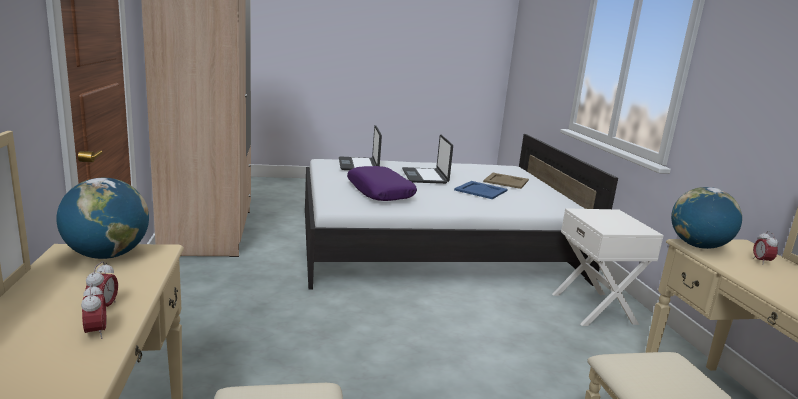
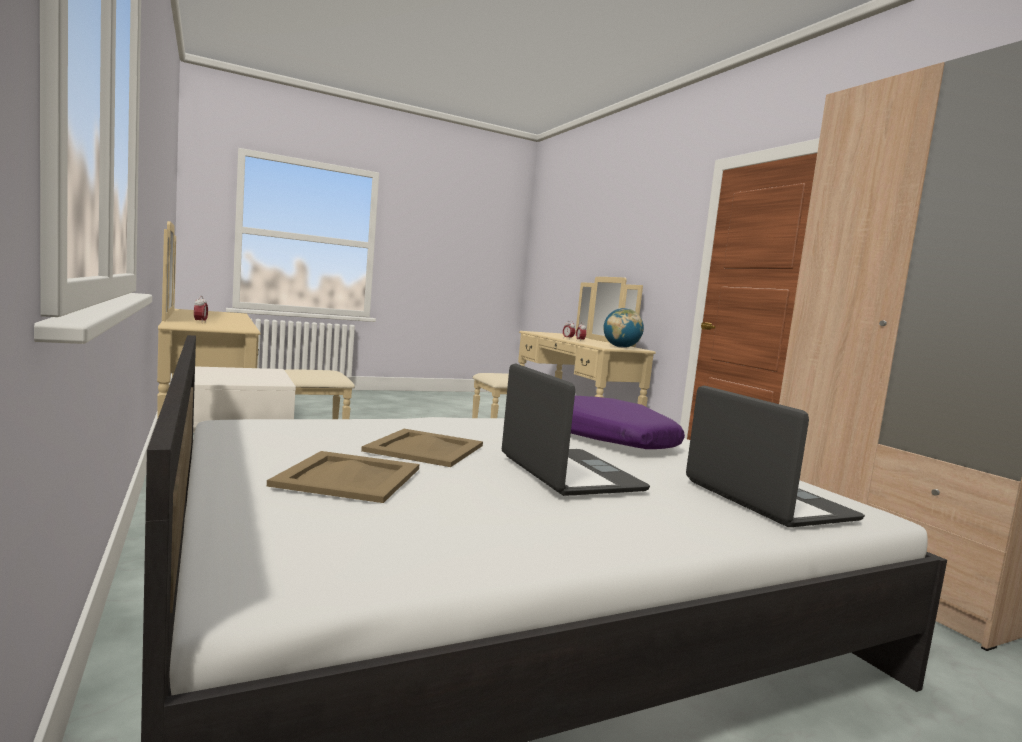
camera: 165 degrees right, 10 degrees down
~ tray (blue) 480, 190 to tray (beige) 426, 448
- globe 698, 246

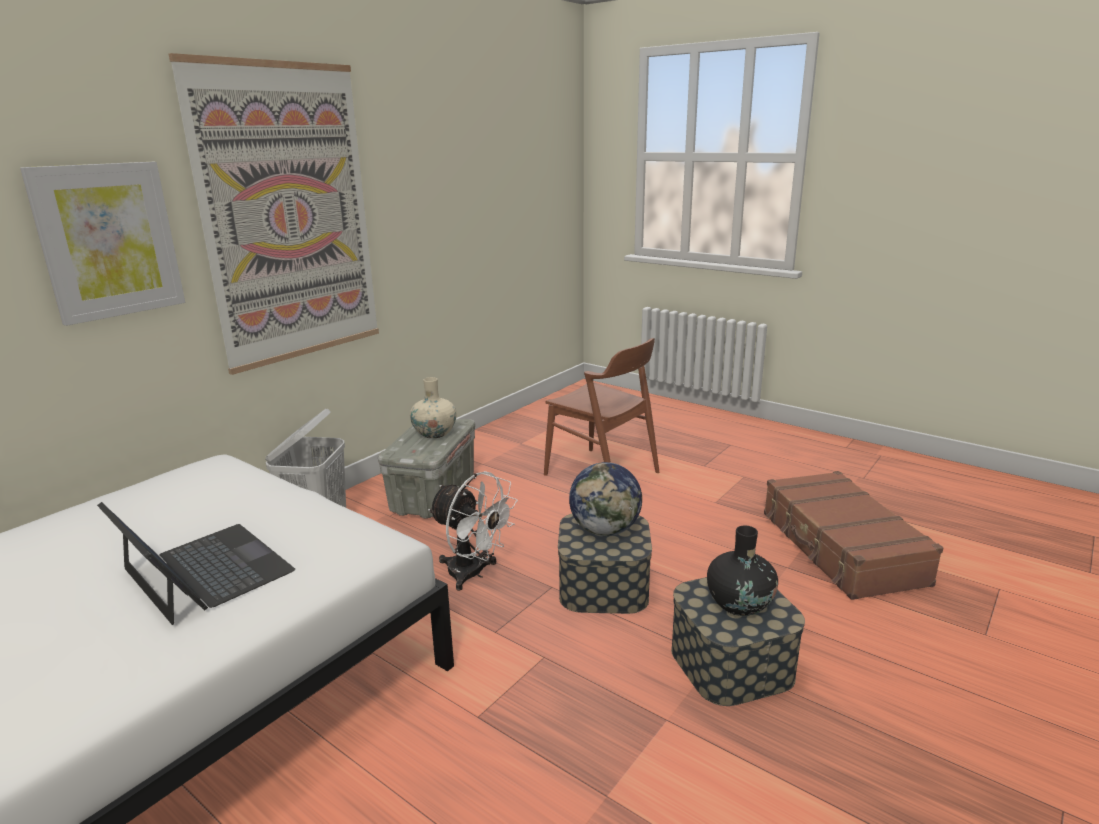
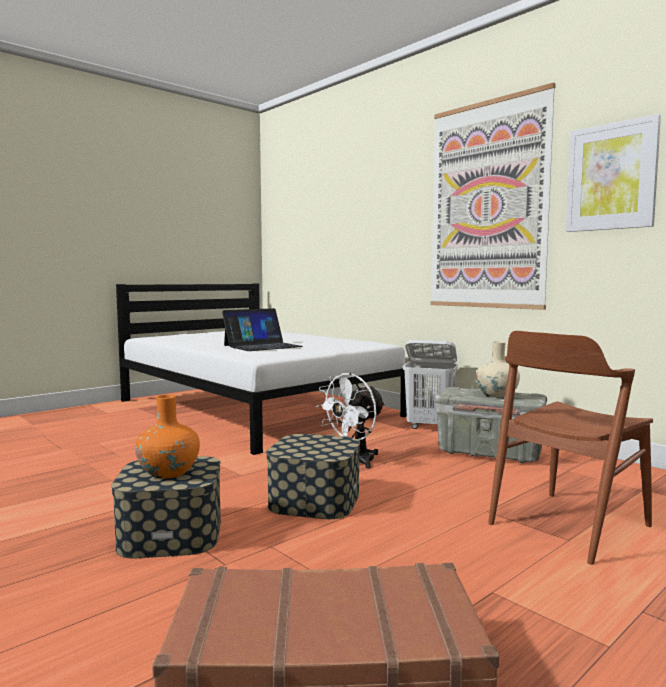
camera: 100 degrees right, 15 degrees down
~ picture 108, 241 to 611, 177
- globe 605, 530
~ vase (black) 739, 604 to vase (orange) 169, 472

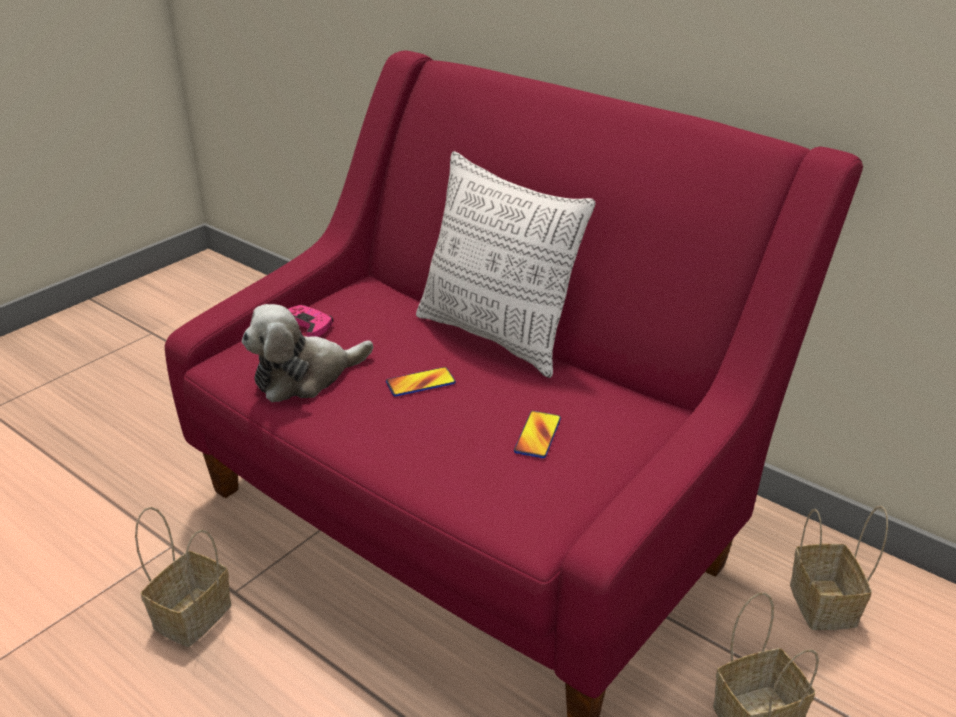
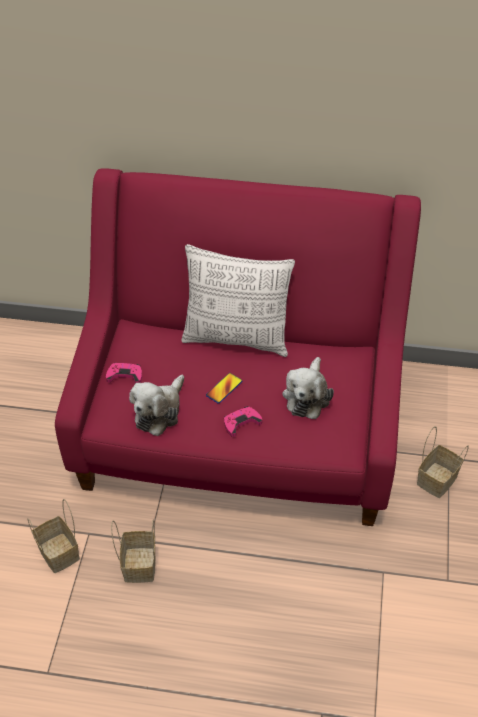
camera: 30 degrees left, 15 degrees up
~ phone 537, 435 to plush toy 307, 396
~ basket 825, 606 to 60, 553
+ game controller (pink) 241, 422

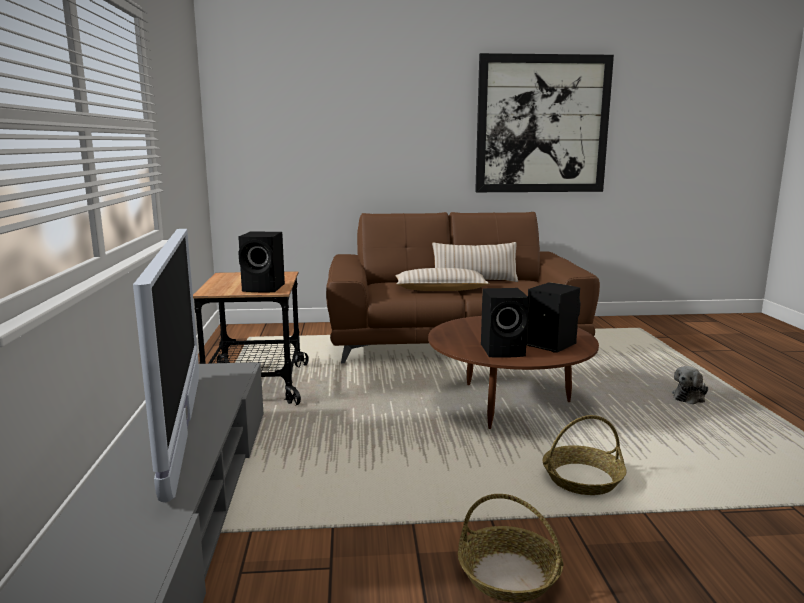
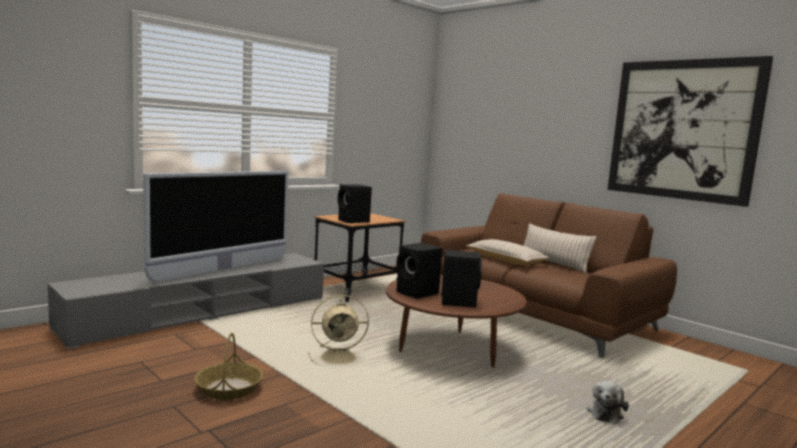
camera: 50 degrees right, 5 degrees down
- basket 582, 479
~ plush toy 690, 397 = 605, 413 75 degrees counterclockwise
+ fan (beige) 340, 357

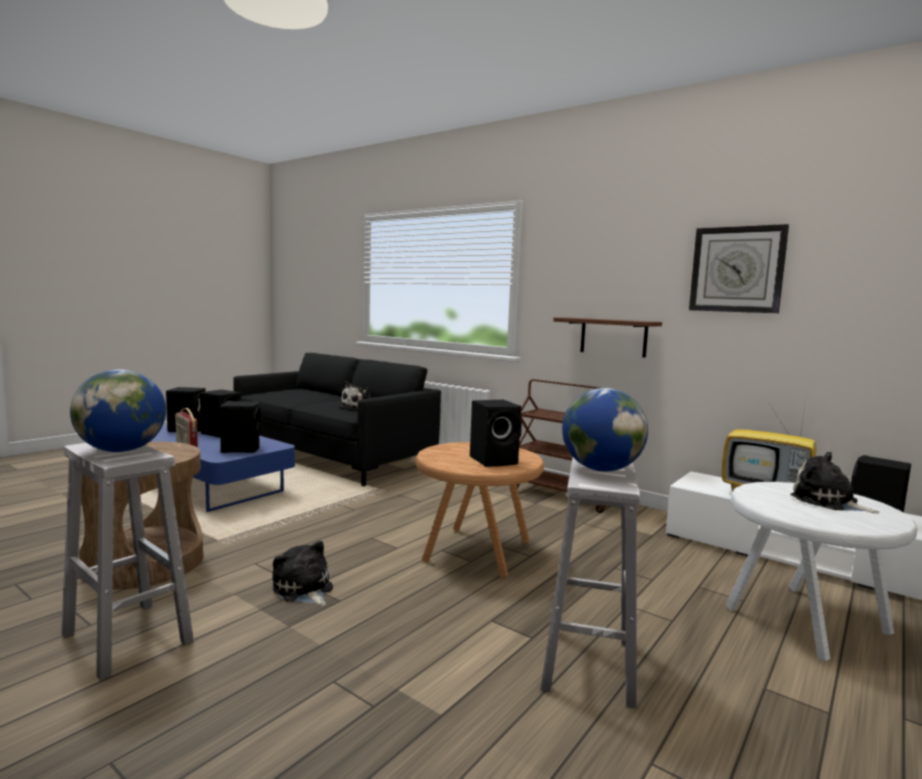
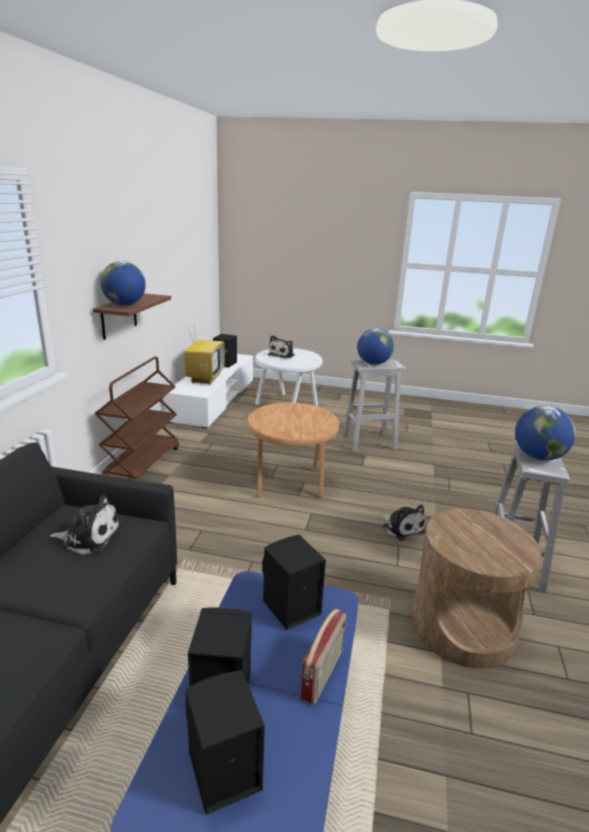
camera: 115 degrees left, 15 degrees up
~ plush toy 303, 590 = 402, 528 60 degrees counterclockwise
- speaker (black) 495, 460
- wall clock 737, 269
+ globe 125, 305

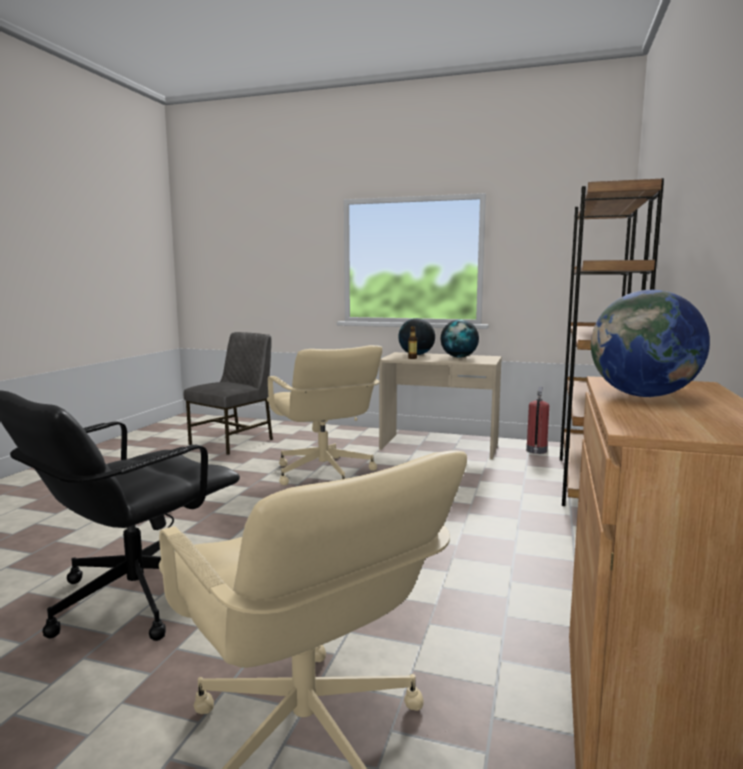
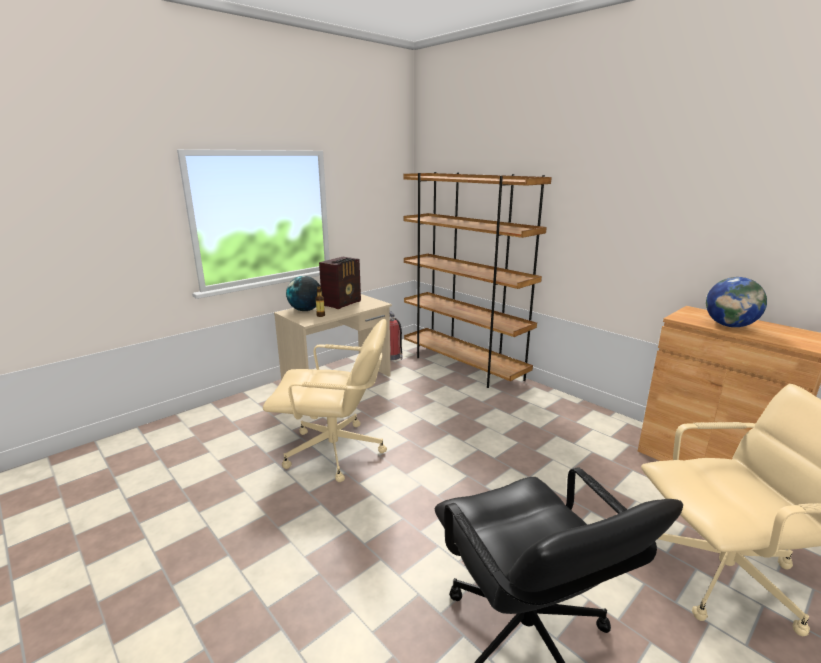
camera: 60 degrees left, 10 degrees up
- chair (grey) 233, 442
~ globe 459, 357 to radio 343, 303

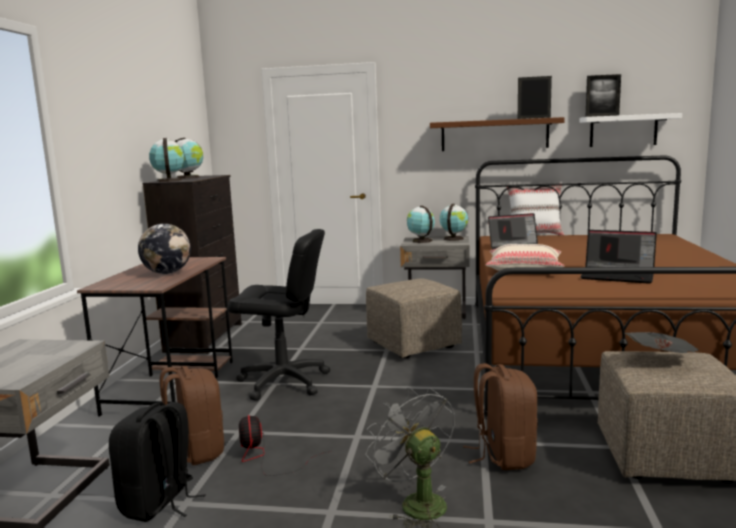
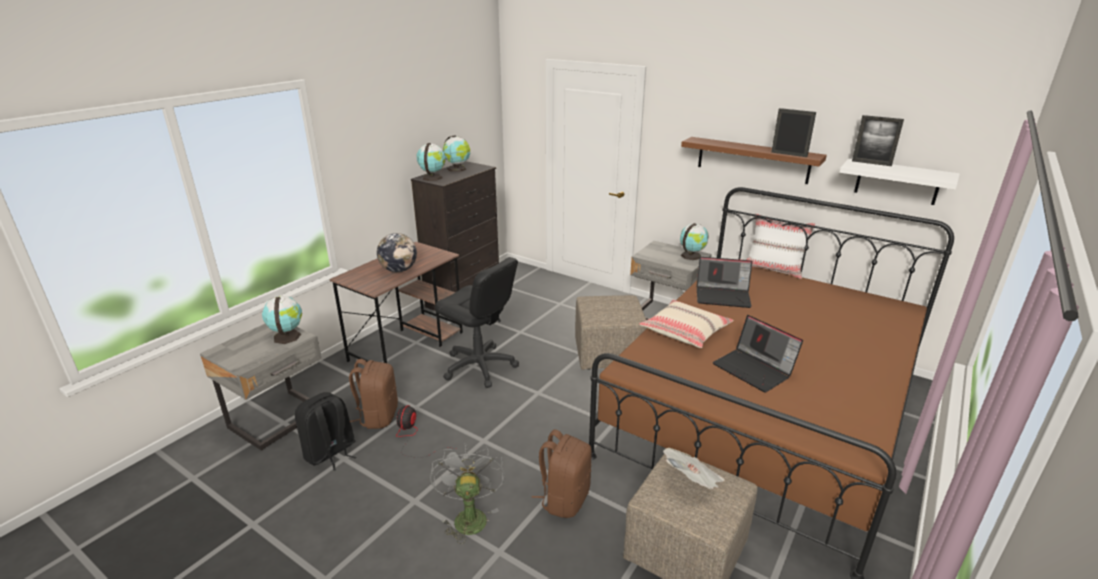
camera: 25 degrees right, 15 degrees up
~ globe 421, 241 to 287, 336

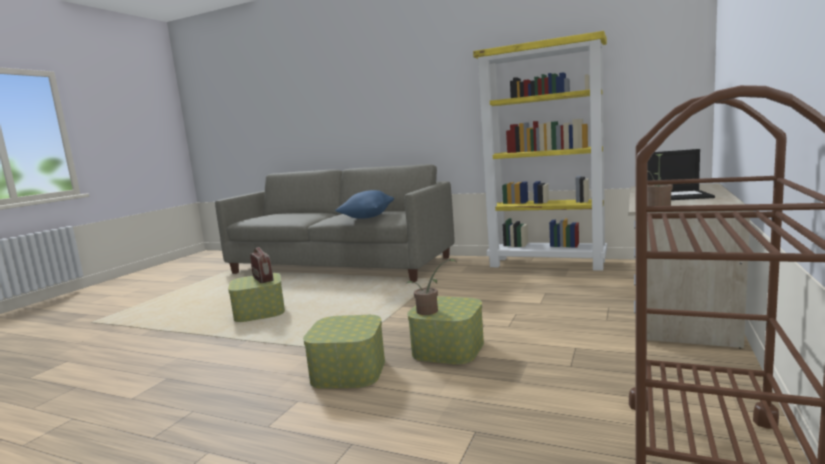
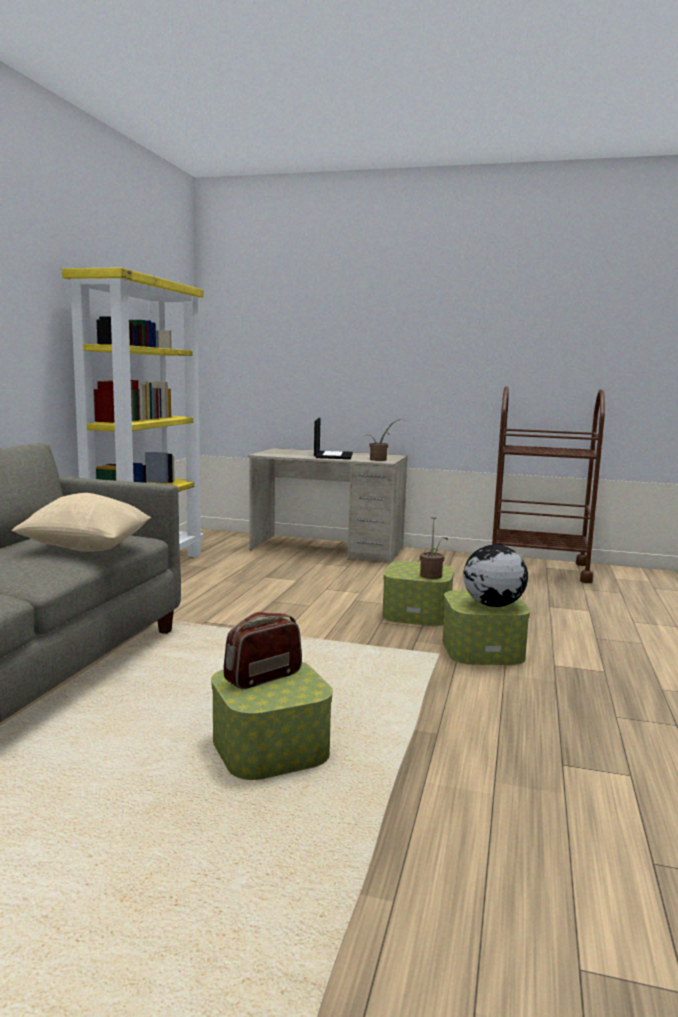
camera: 100 degrees left, 0 degrees up
~ pillow (blue) 367, 217 to pillow (beige) 86, 548
+ globe 492, 605

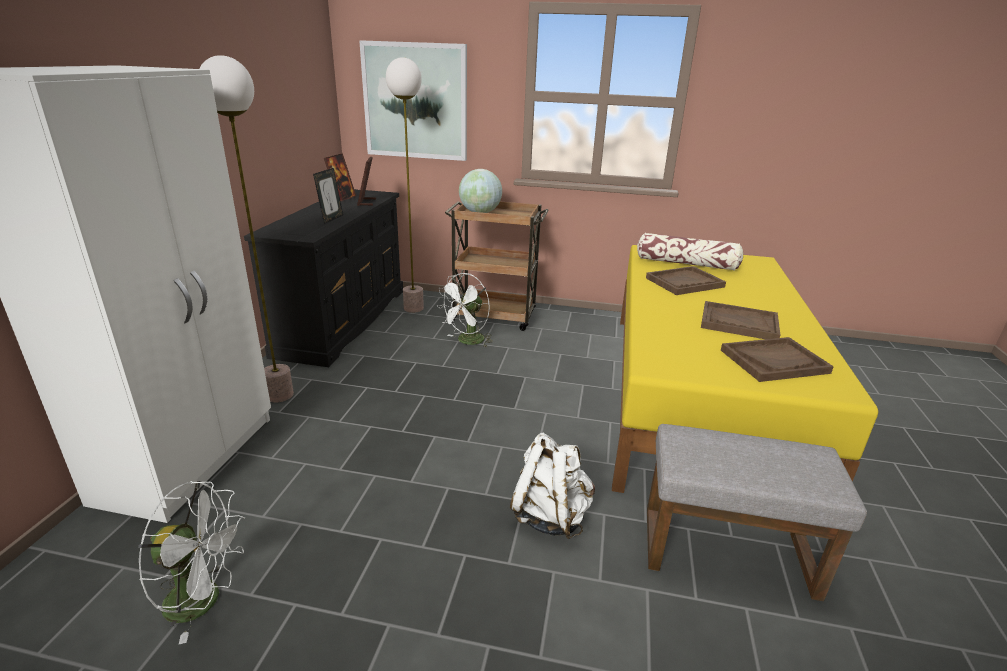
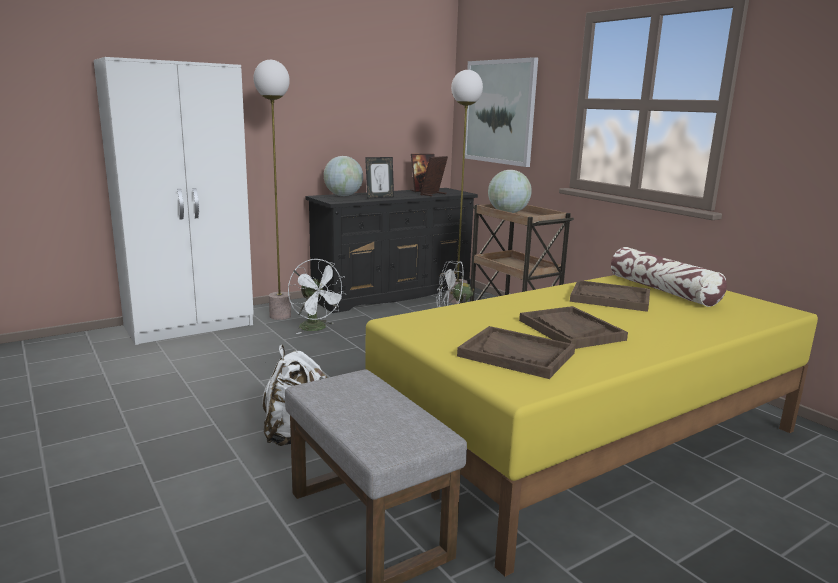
camera: 45 degrees right, 10 degrees down
~ fan (white) 204, 600 to 317, 328
+ globe 343, 195

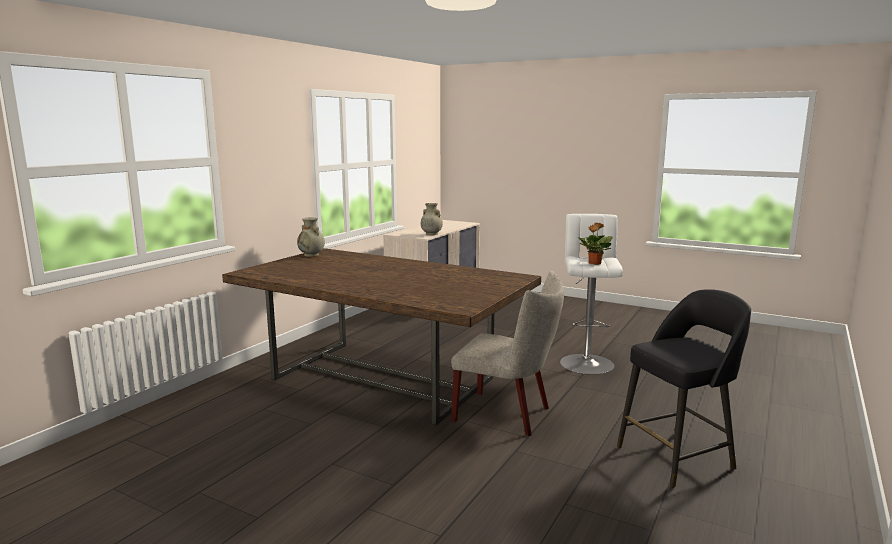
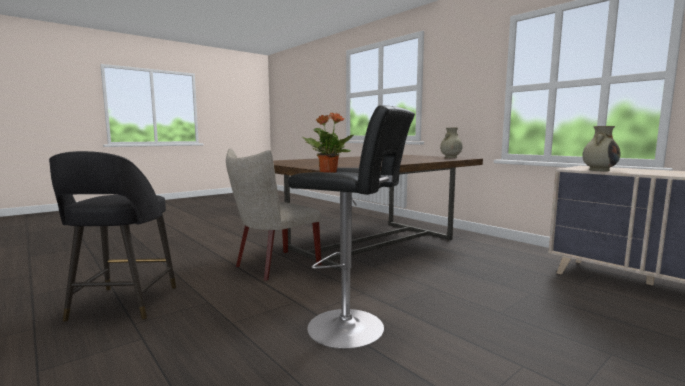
camera: 110 degrees right, 5 degrees down
~ stool (white) 586, 362 to stool (black) 351, 328

